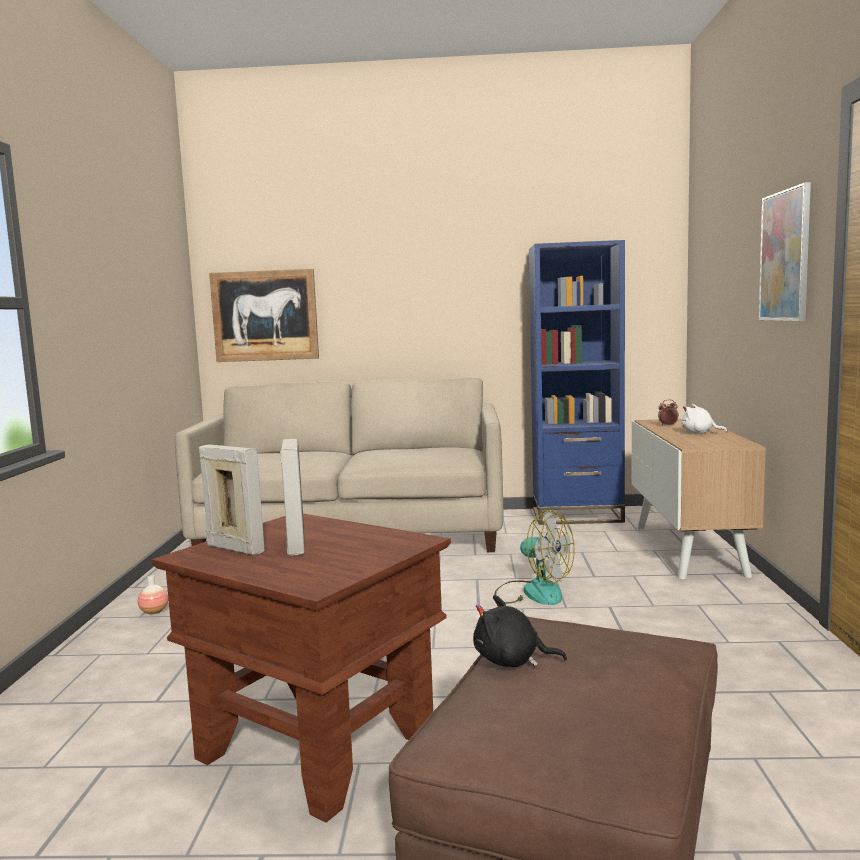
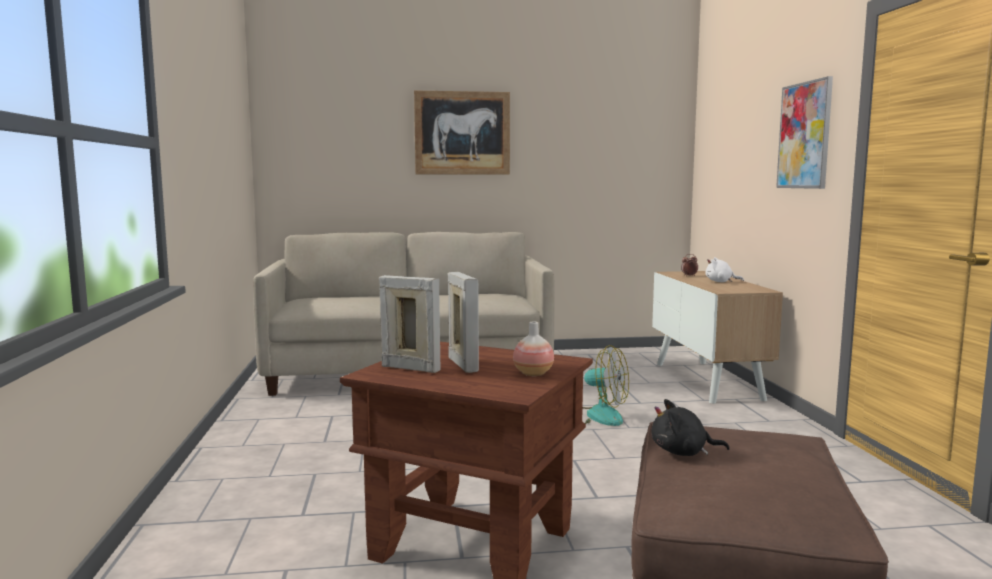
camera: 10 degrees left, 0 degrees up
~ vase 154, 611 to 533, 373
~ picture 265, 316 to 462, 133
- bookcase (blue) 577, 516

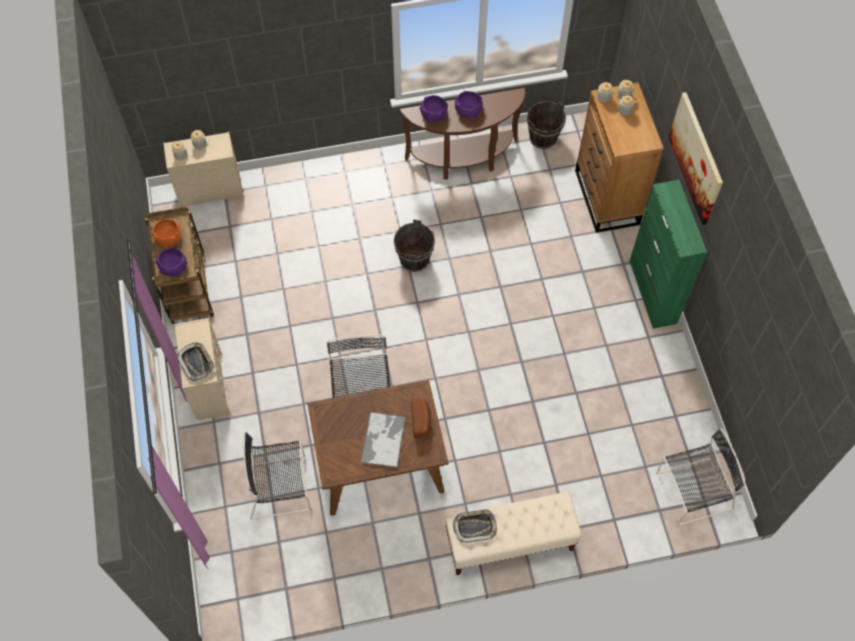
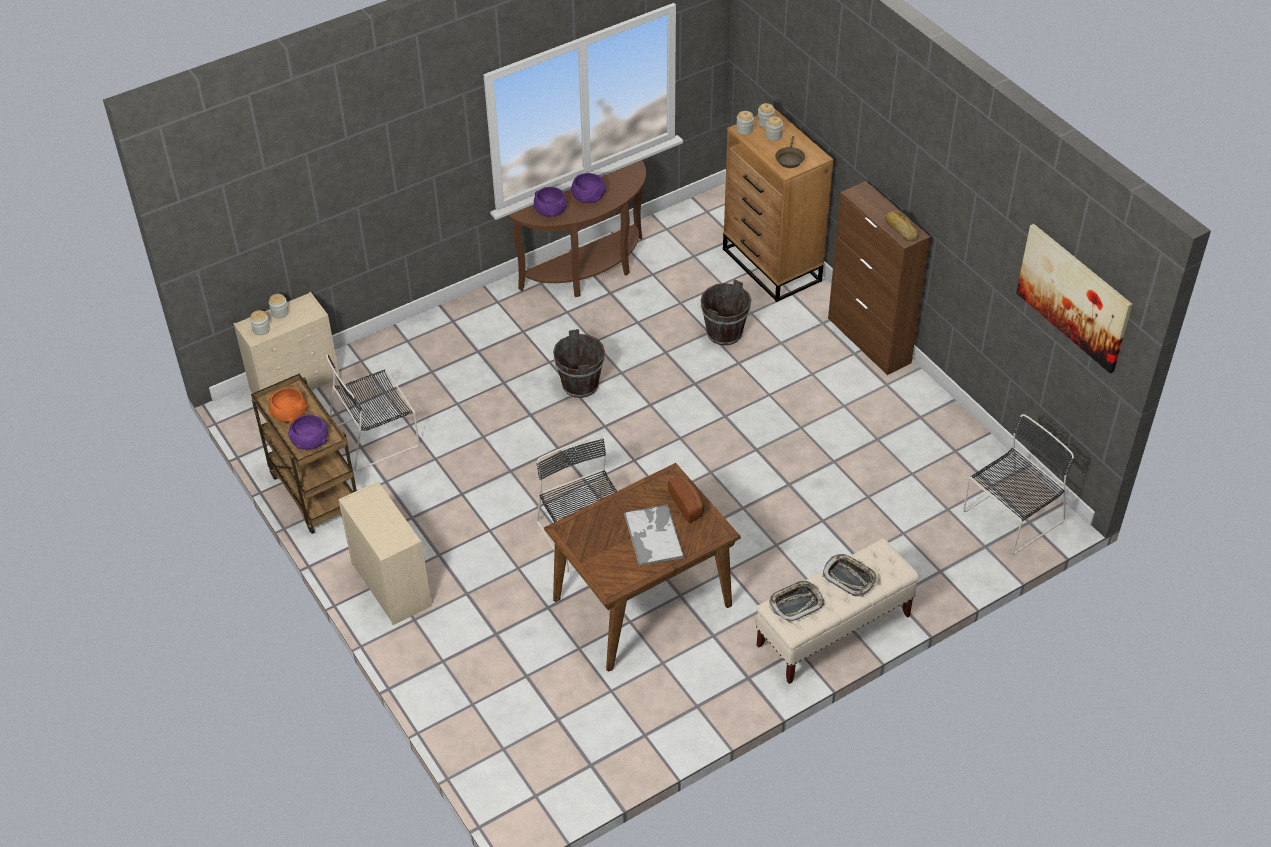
camera: 20 degrees left, 15 degrees down
~ tray 196, 363 to 849, 577
~ chair (black) 281, 487 to 377, 436
~ bucket (brown) 543, 138 to 724, 333
~ cabinet (green) 652, 292 to cabinet (brown) 869, 341
~ picture 696, 158 to 1073, 297
+ frying pan (brown) 789, 159
+ bread 900, 229

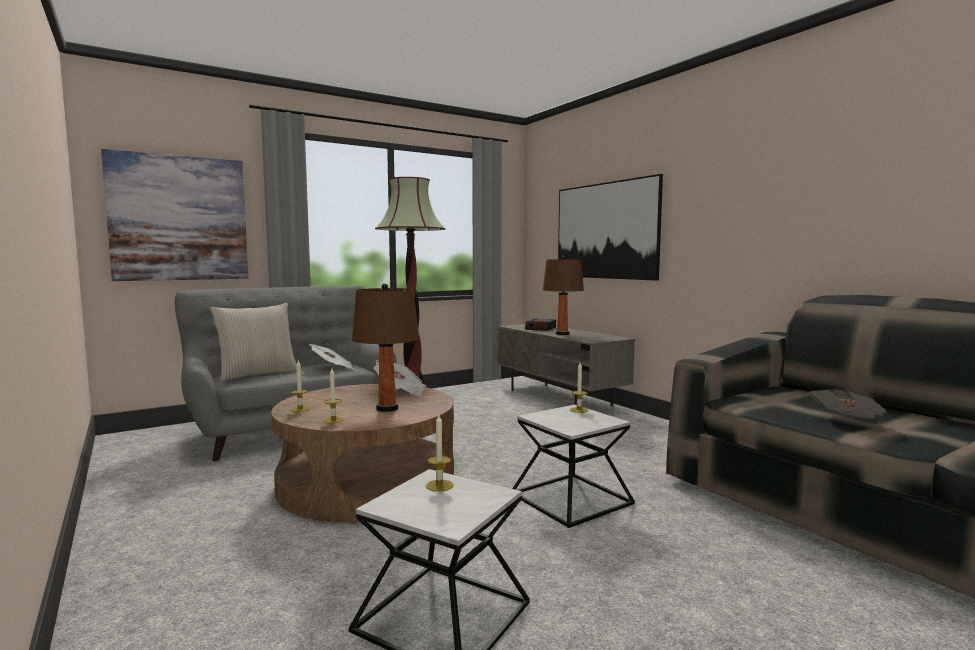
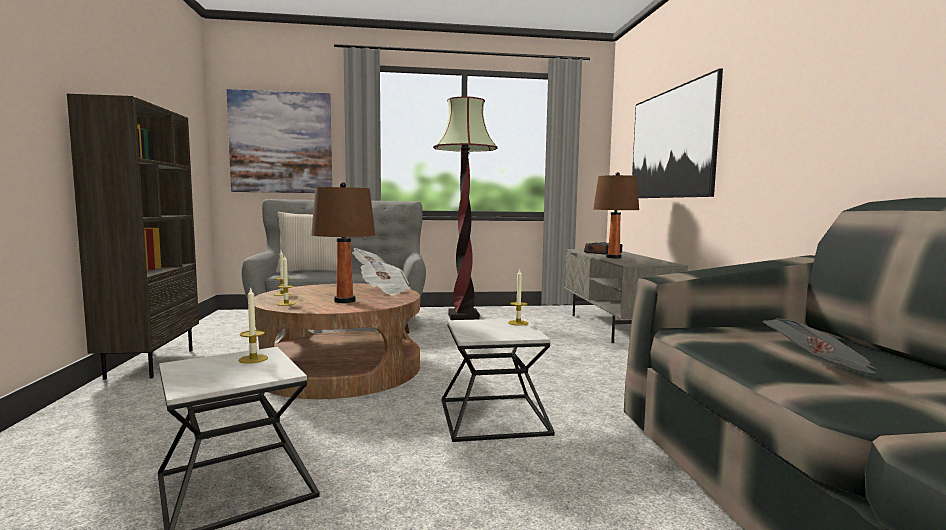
camera: 25 degrees right, 0 degrees up
+ bookcase (brown) 150, 363

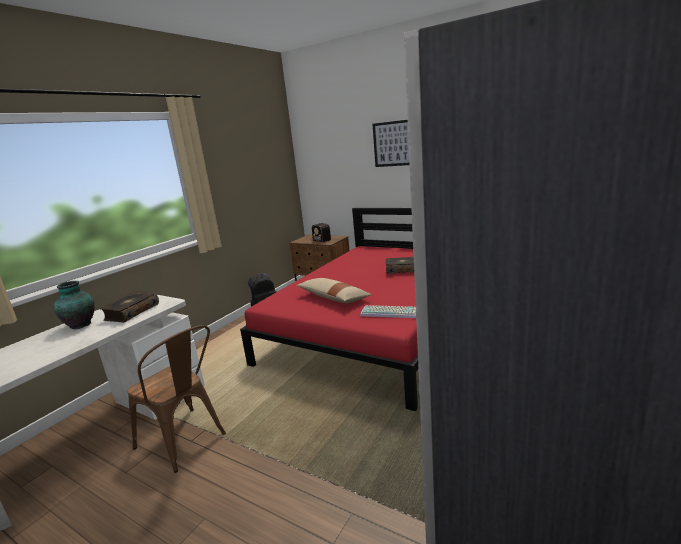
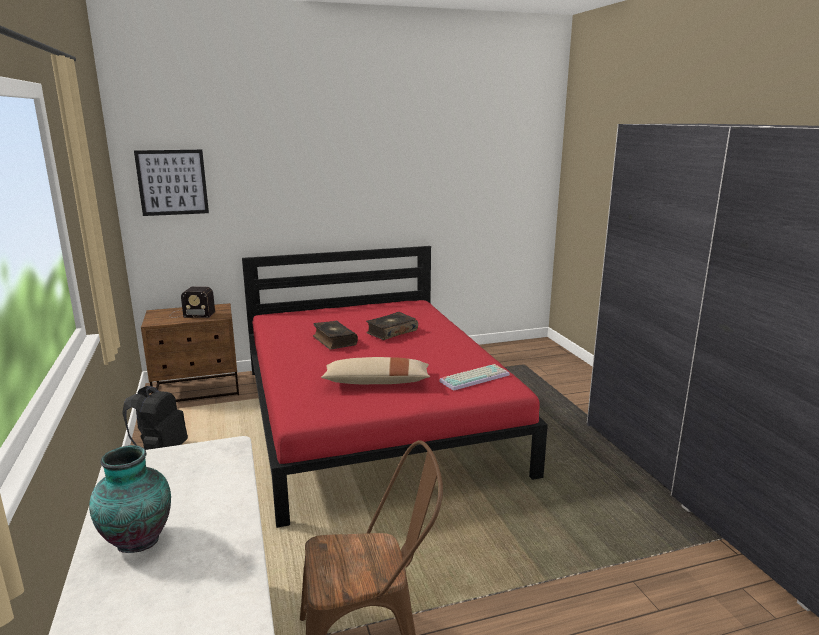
camera: 50 degrees left, 0 degrees up
~ book 131, 312 to 334, 341
~ picture 393, 144 to 172, 182

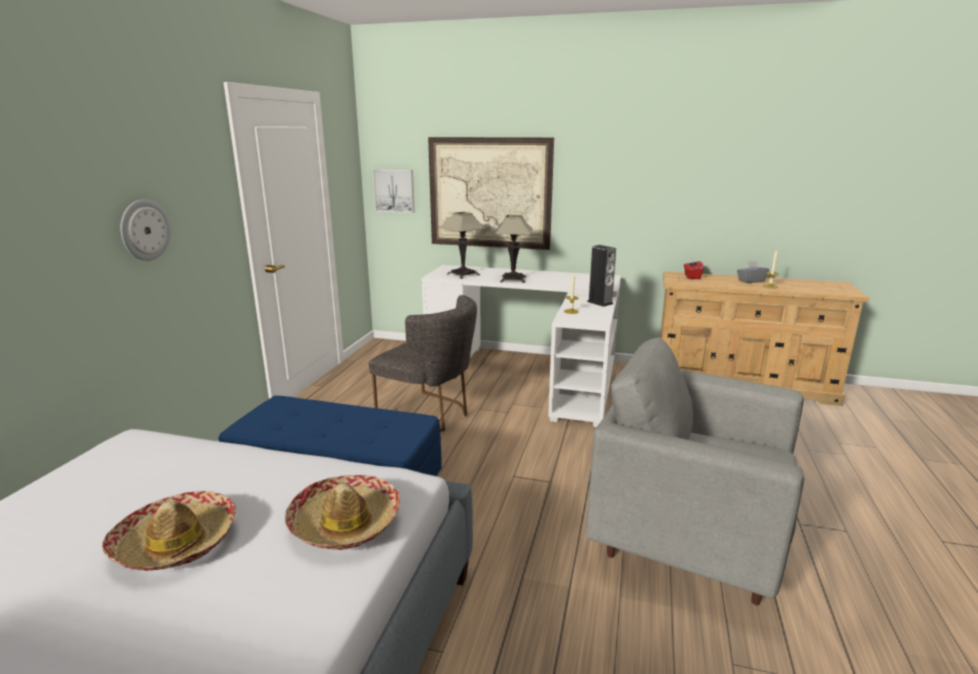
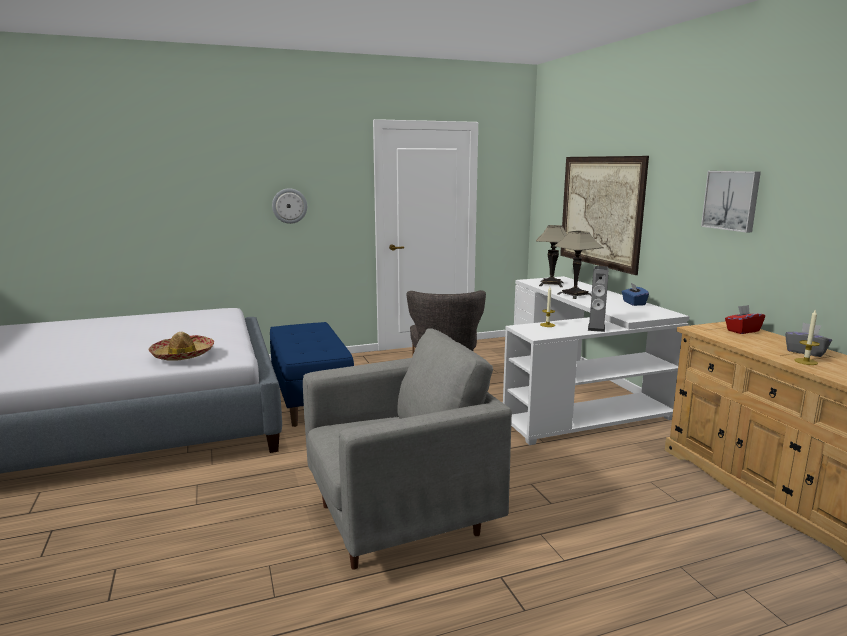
camera: 55 degrees right, 5 degrees down
- hat 176, 542
~ picture 394, 190 to 732, 200
~ armchair (grey) 686, 541 = 400, 520 75 degrees clockwise
+ tissue box (blue) 633, 303

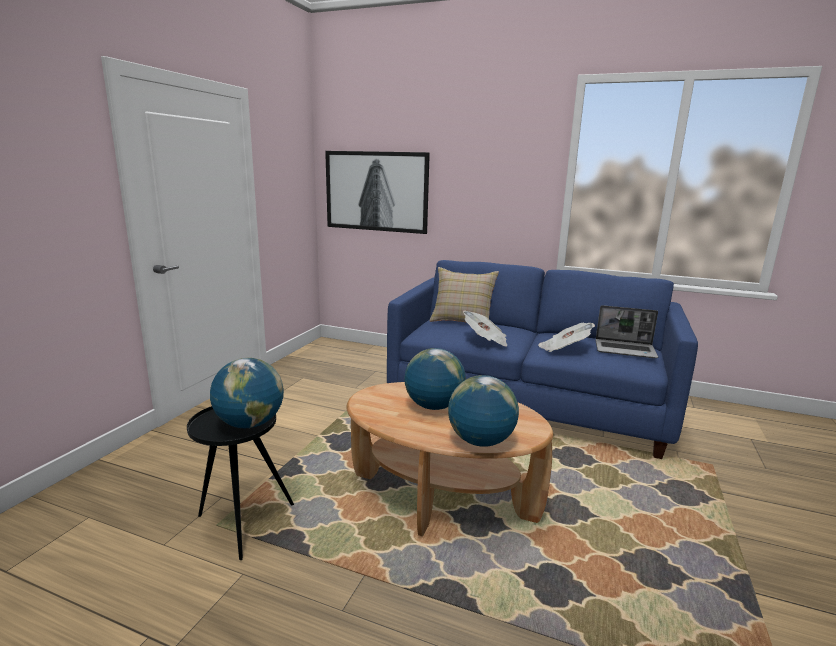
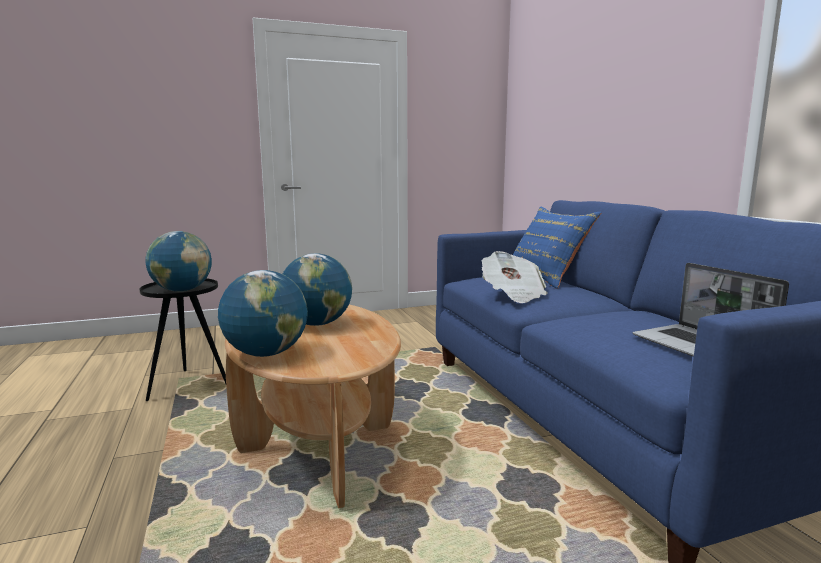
camera: 50 degrees right, 5 degrees down
- picture 376, 191
~ pillow (beige) 462, 321 to pillow (blue) 546, 278
- newspaper 563, 349

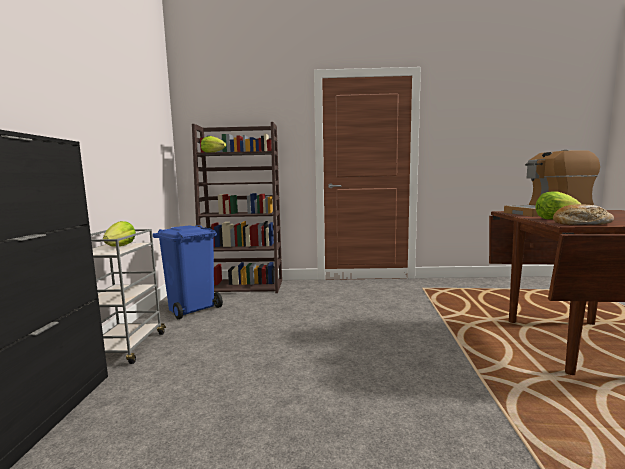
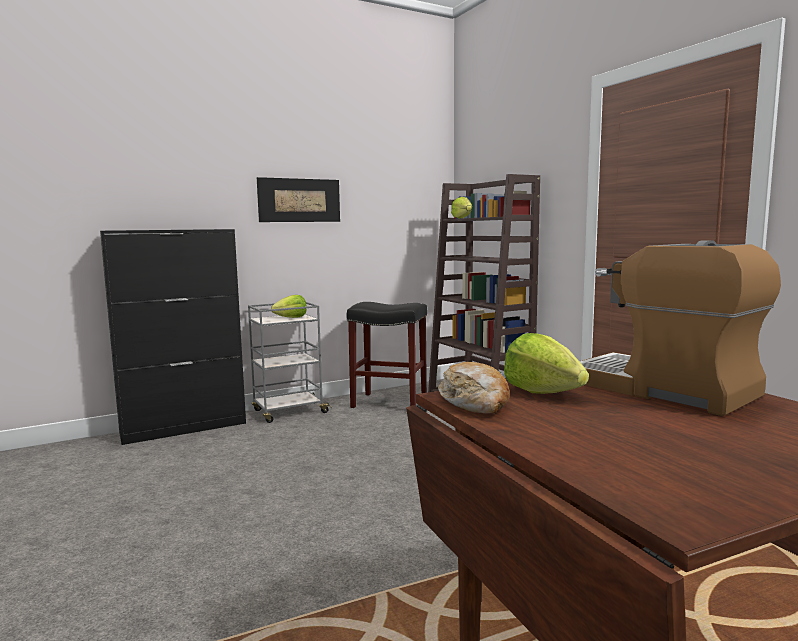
camera: 60 degrees right, 0 degrees up
~ trash can (blue) 192, 308 to stool (black) 390, 402
+ picture 299, 200

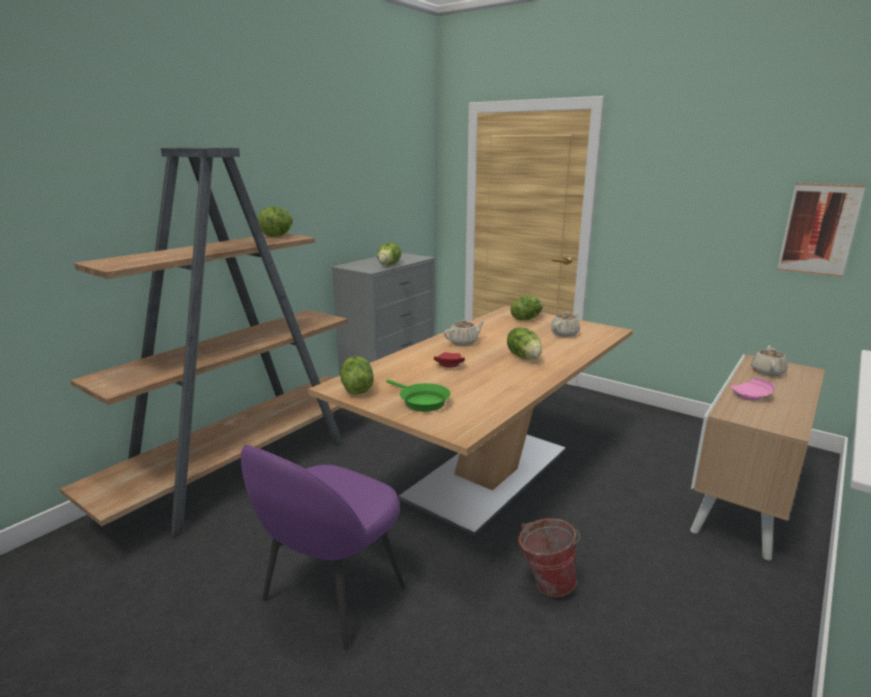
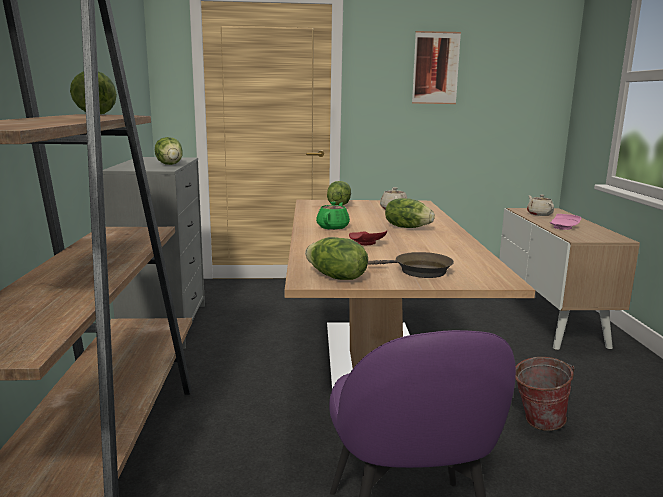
camera: 40 degrees left, 5 degrees down
~ frying pan (green) 421, 401 to frying pan (brown) 417, 271
~ teapot (beige) 464, 342 to teapot (green) 333, 227
~ picture 819, 229 to 435, 68

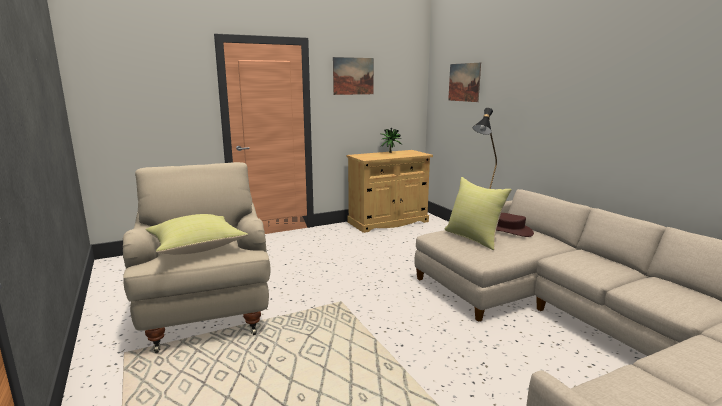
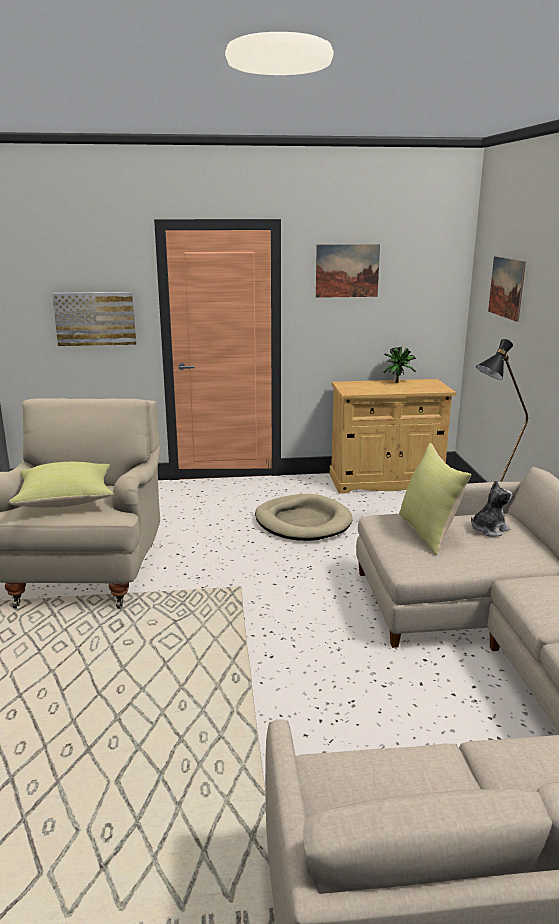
camera: 20 degrees right, 5 degrees up
~ hat (brown) 509, 231 to plush toy 488, 529
+ picture 95, 318
+ dog bed (beige) 303, 522

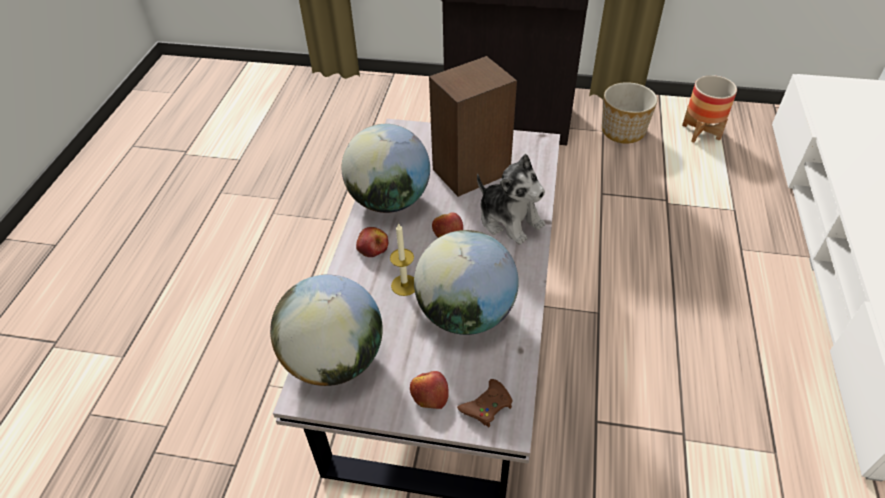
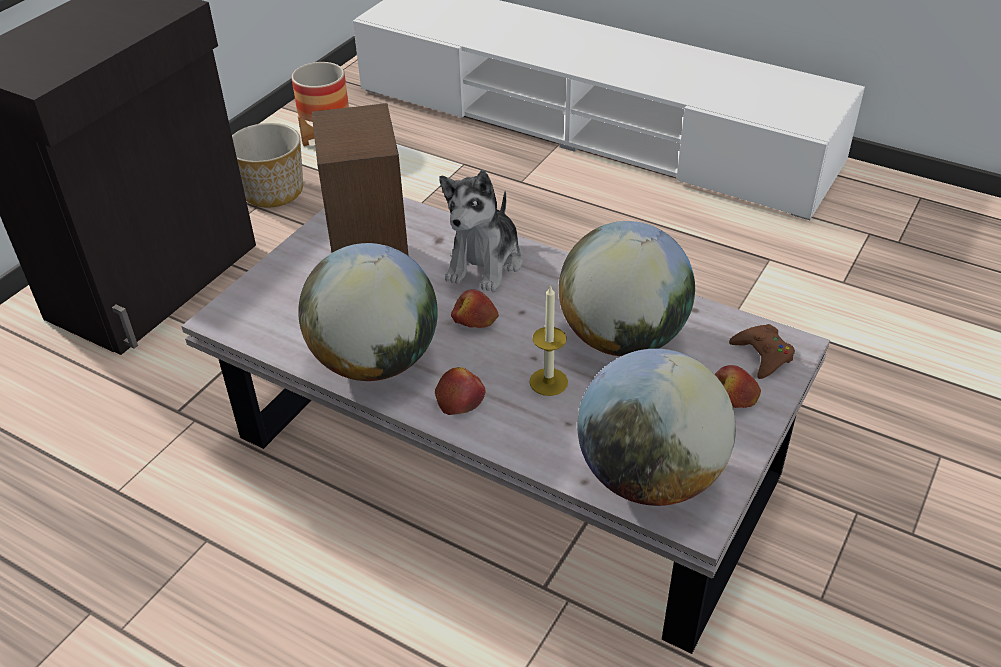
camera: 70 degrees left, 5 degrees down
~ plush toy 509, 220 = 485, 263 135 degrees clockwise

